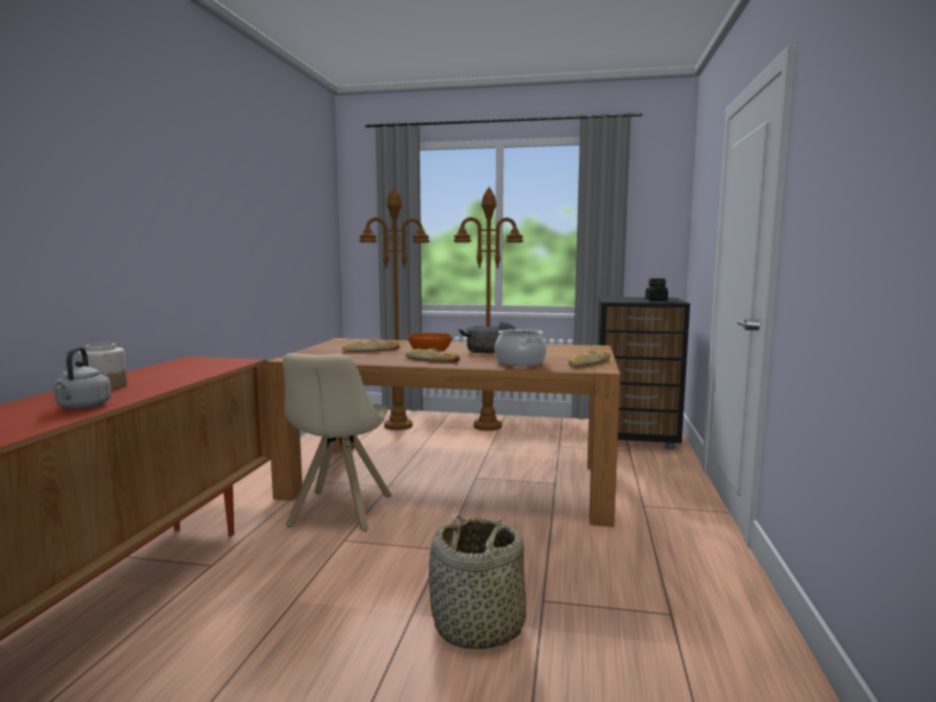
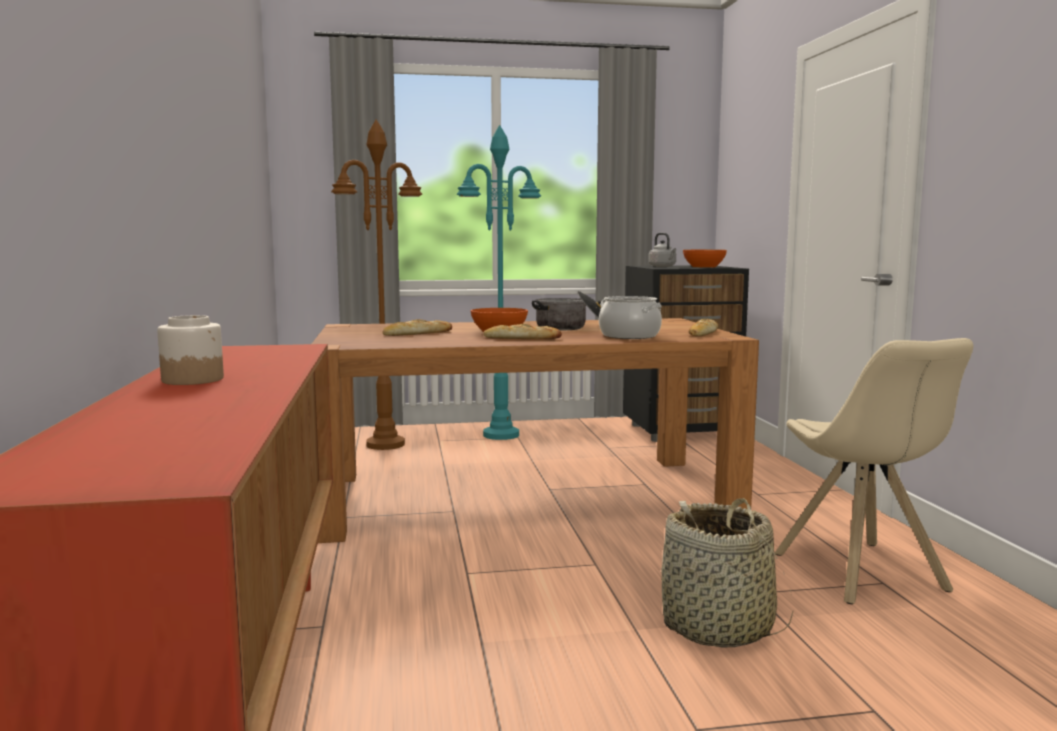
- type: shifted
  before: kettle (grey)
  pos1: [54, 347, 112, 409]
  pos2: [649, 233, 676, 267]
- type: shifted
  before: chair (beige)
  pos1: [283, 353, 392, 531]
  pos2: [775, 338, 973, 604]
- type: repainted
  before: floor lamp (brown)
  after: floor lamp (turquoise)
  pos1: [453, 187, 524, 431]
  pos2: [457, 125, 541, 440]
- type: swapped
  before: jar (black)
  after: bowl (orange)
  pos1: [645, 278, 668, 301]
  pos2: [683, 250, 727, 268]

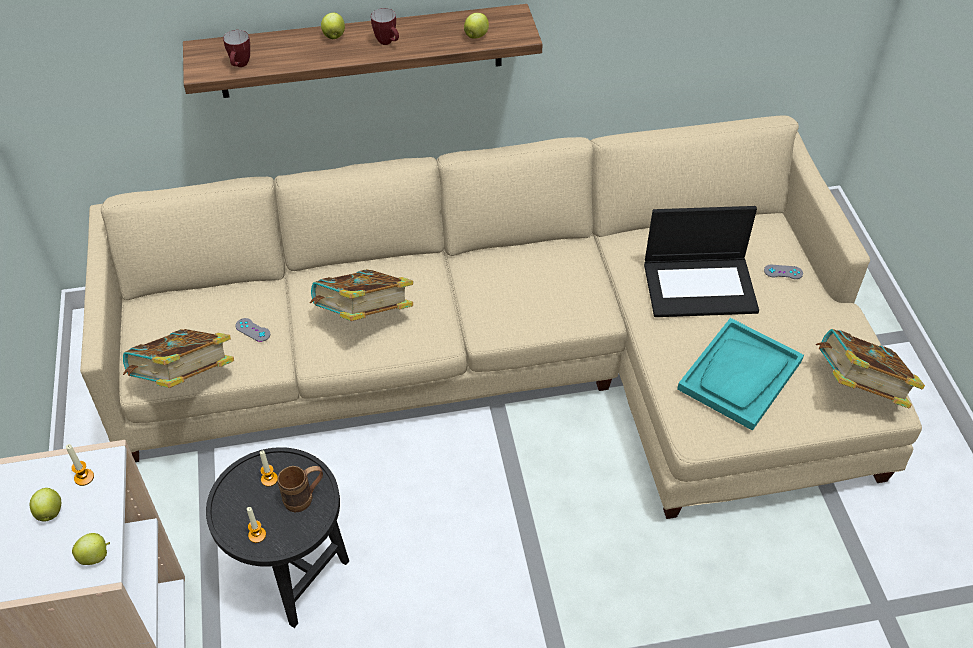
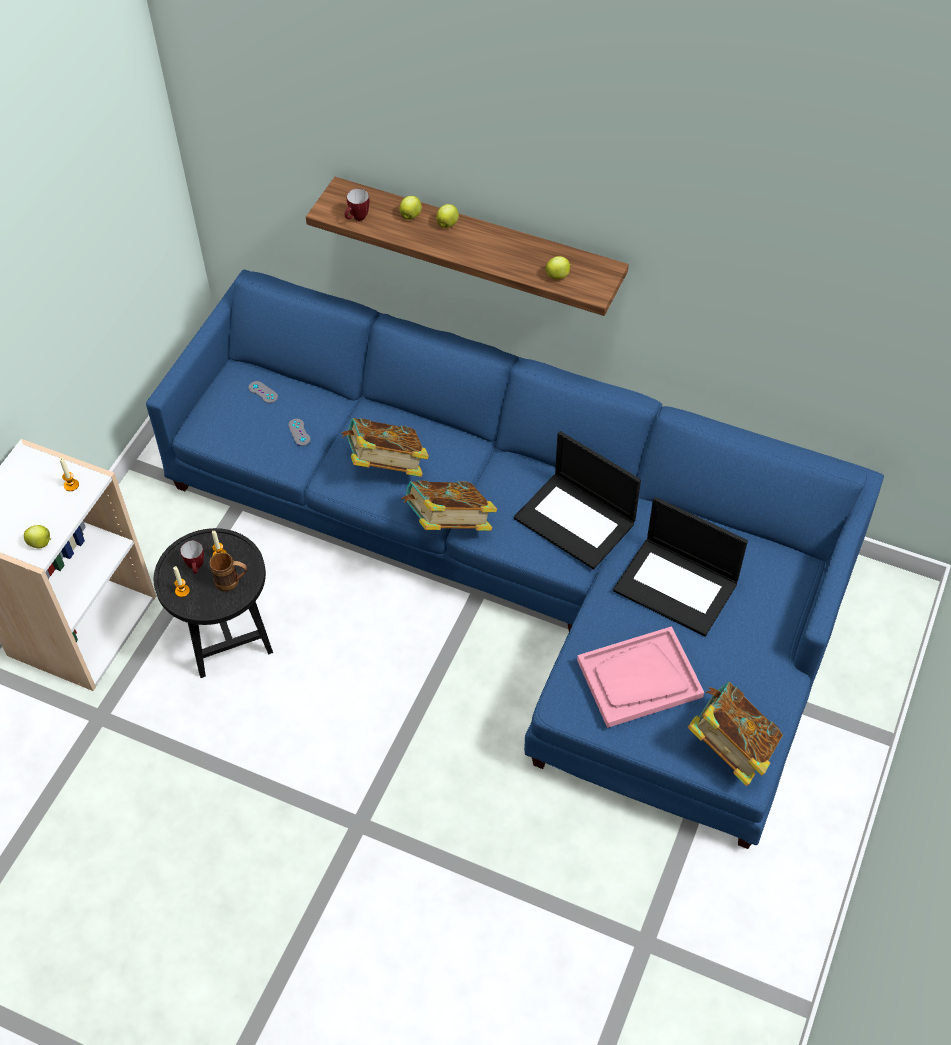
- type: shifted
  before: apple
  pos1: [30, 488, 61, 521]
  pos2: [400, 196, 422, 219]
- type: repainted
  before: sofa (beige)
  after: sofa (blue)
  pos1: [80, 115, 922, 519]
  pos2: [146, 270, 884, 849]
- type: shifted
  before: book
  pos1: [123, 329, 234, 388]
  pos2: [401, 480, 497, 531]
- type: shifted
  before: mug
  pos1: [371, 8, 399, 45]
  pos2: [180, 541, 204, 574]
- type: repainted
  before: tray (turquoise)
  after: tray (pink)
  pos1: [677, 318, 804, 431]
  pos2: [577, 626, 704, 728]
- type: shifted
  before: game controller (grey)
  pos1: [764, 265, 803, 279]
  pos2: [249, 381, 278, 403]
- type: new
  after: laptop
  pos2: [514, 431, 641, 570]

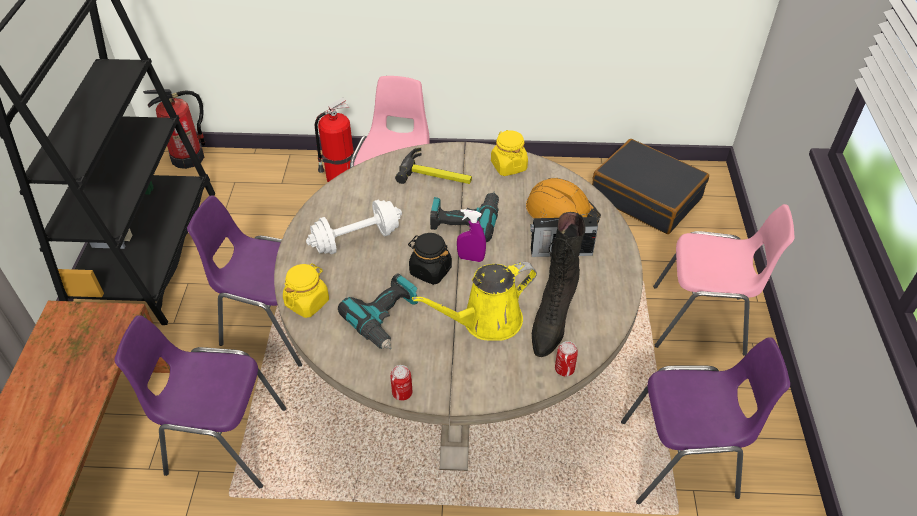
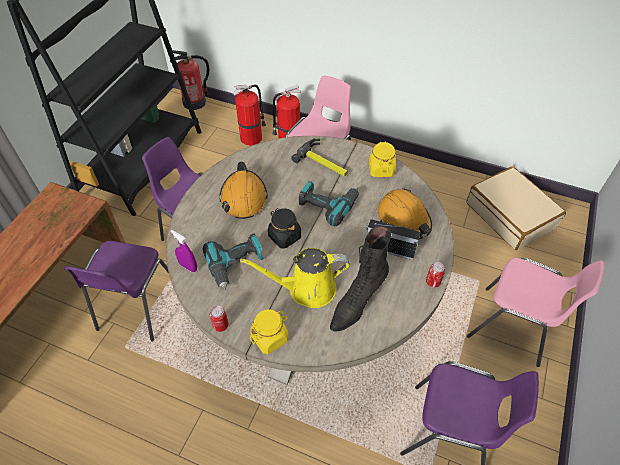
- type: rotated
  before: chair (purple)
  pos1: [114, 315, 286, 488]
  pos2: [64, 241, 169, 341]
  turn: -105
- type: shifted
  before: jar (yellow)
  pos1: [283, 263, 329, 318]
  pos2: [250, 309, 289, 354]
- type: swapped
  before: dumbbell (white)
  after: hard hat (orange)
  pos1: [306, 200, 402, 254]
  pos2: [219, 161, 268, 219]
- type: shifted
  before: spray bottle (purple)
  pos1: [457, 209, 486, 262]
  pos2: [170, 230, 197, 272]
- type: shifted
  before: can
  pos1: [555, 341, 578, 376]
  pos2: [426, 262, 445, 288]
- type: repainted
  before: suitcase (black)
  after: suitcase (beige)
  pos1: [592, 139, 709, 234]
  pos2: [466, 166, 566, 250]
- type: new
  after: fire extinguisher
  pos2: [233, 84, 266, 146]

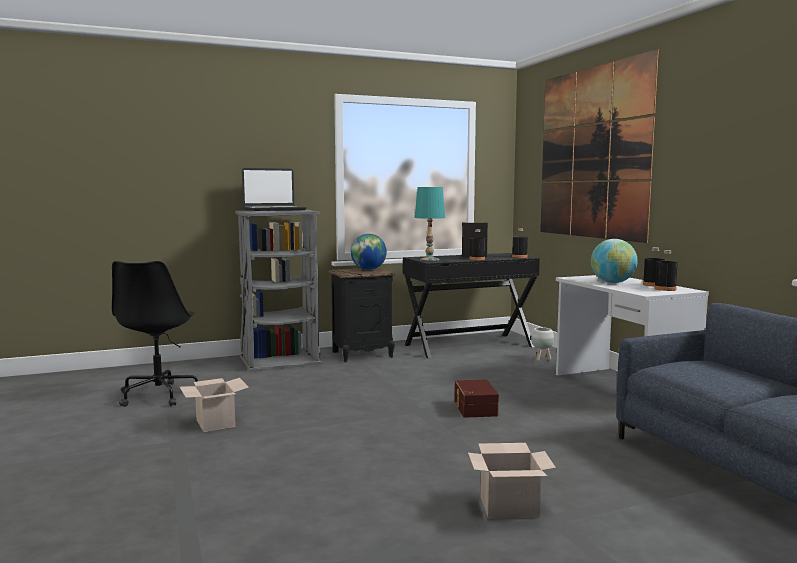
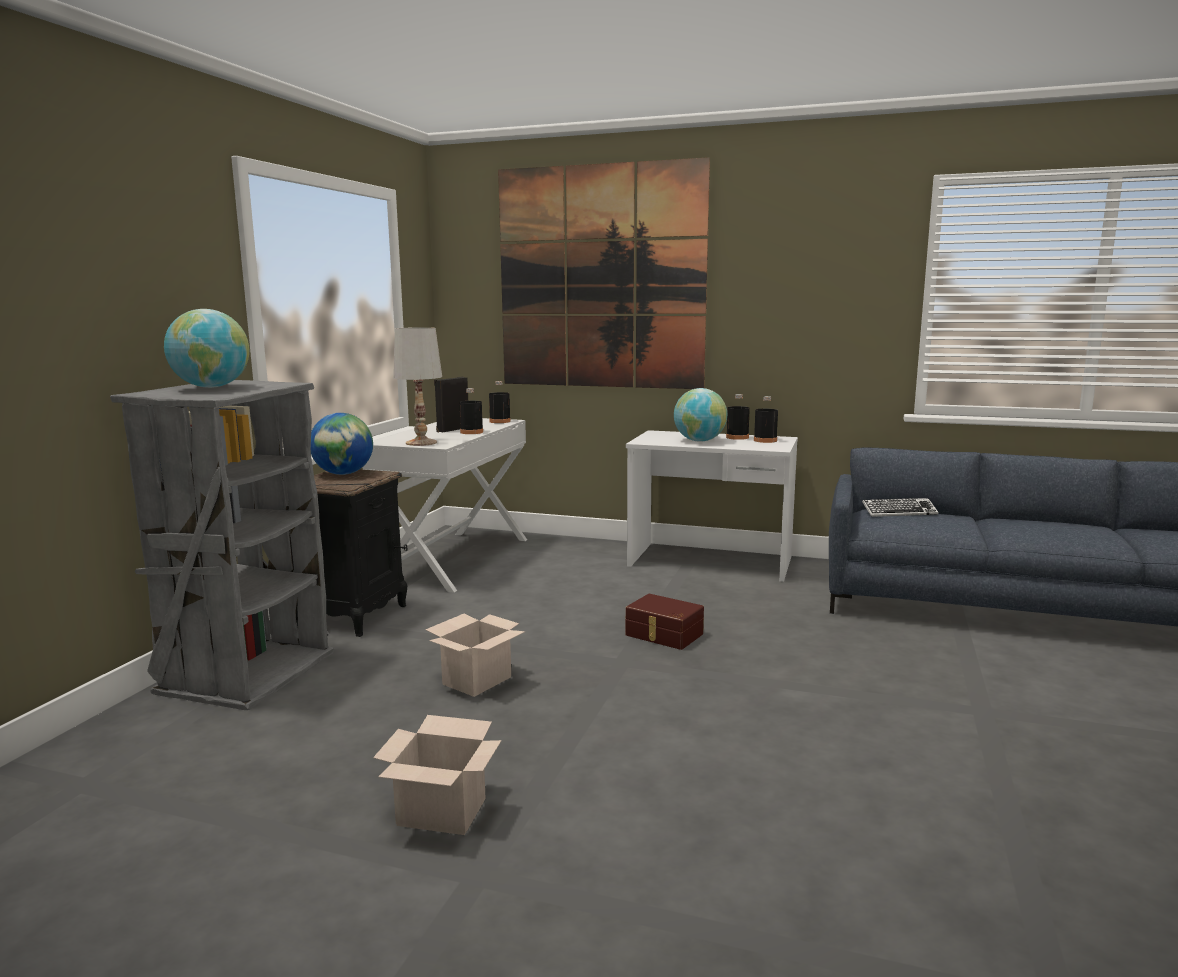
- type: gone
  before: office chair (black)
  pos1: [112, 261, 198, 407]
- type: swapped
  before: laptop
  after: globe
  pos1: [242, 168, 307, 211]
  pos2: [164, 309, 249, 388]
- type: repainted
  before: console table (black)
  after: console table (white)
  pos1: [403, 253, 540, 359]
  pos2: [363, 418, 527, 593]
- type: repainted
  before: table lamp (turquoise)
  after: table lamp (white)
  pos1: [415, 187, 445, 261]
  pos2: [393, 327, 442, 446]
- type: shifted
  before: cardboard box
  pos1: [468, 443, 556, 519]
  pos2: [425, 614, 525, 697]
- type: gone
  before: planter (white)
  pos1: [531, 327, 554, 361]
- type: new
  after: keyboard
  pos2: [862, 498, 939, 517]

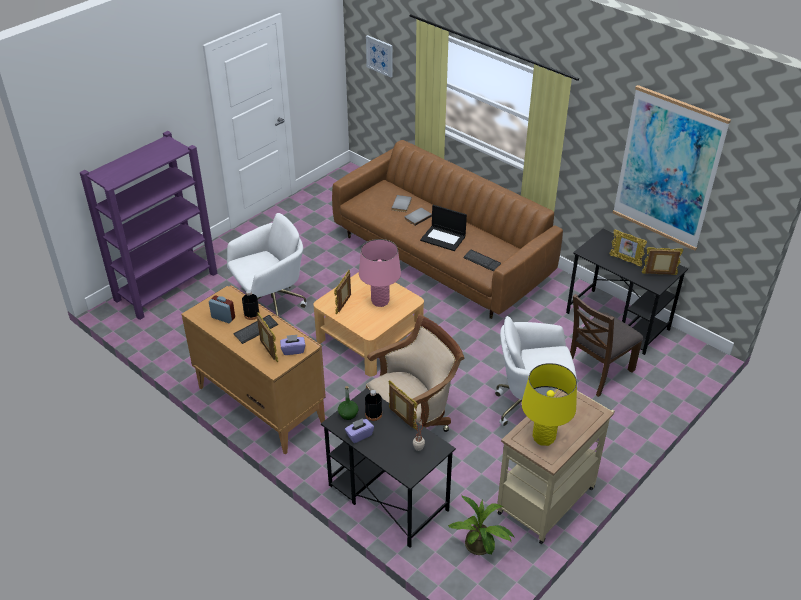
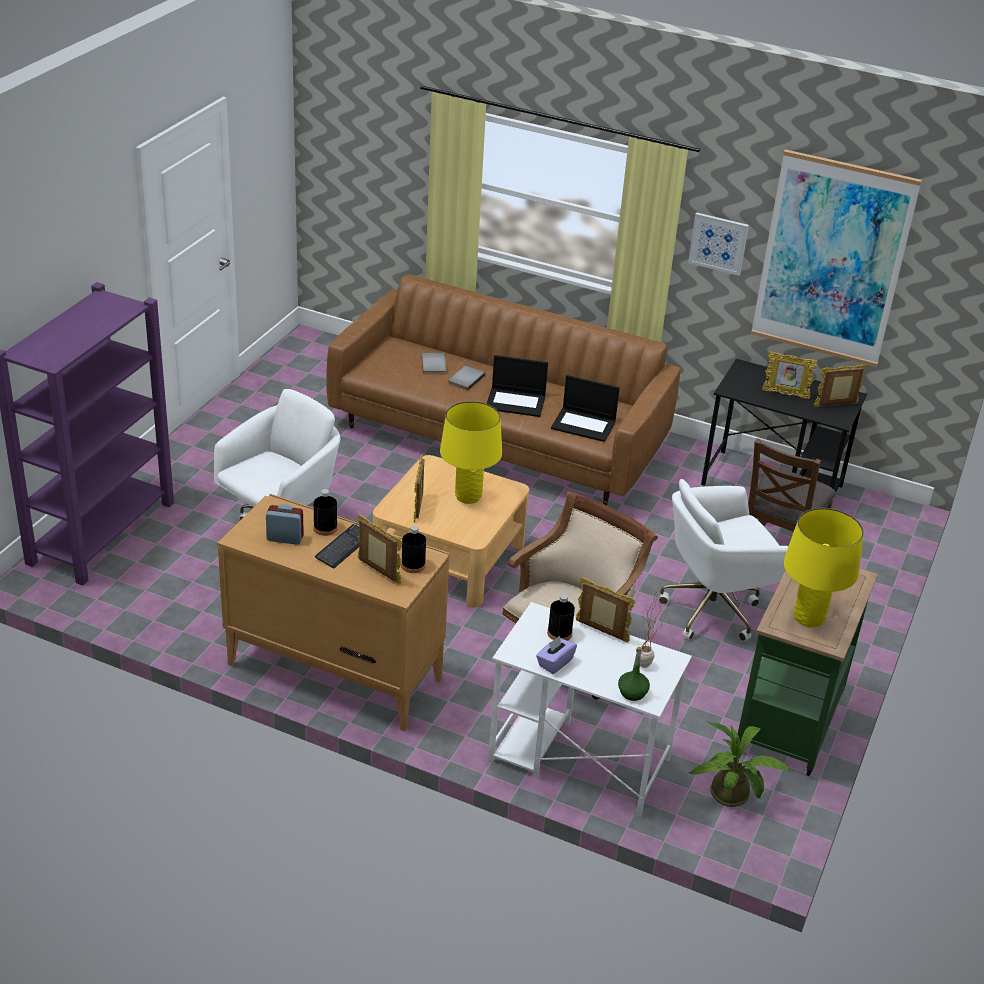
- type: swapped
  before: tissue box (purple)
  after: bottle (black)
  pos1: [280, 335, 305, 355]
  pos2: [401, 526, 426, 573]
- type: repainted
  before: desk (black)
  after: desk (white)
  pos1: [321, 388, 456, 548]
  pos2: [488, 602, 692, 817]
- type: shifted
  before: bottle (green)
  pos1: [338, 386, 358, 420]
  pos2: [618, 647, 650, 701]
- type: repainted
  before: table lamp (pink)
  after: table lamp (yellow)
  pos1: [359, 239, 401, 307]
  pos2: [440, 401, 502, 504]
- type: shifted
  before: picture
  pos1: [366, 35, 393, 77]
  pos2: [688, 213, 749, 276]
- type: swapped
  before: keyboard
  after: laptop
  pos1: [463, 250, 501, 272]
  pos2: [551, 375, 620, 442]
- type: repainted
  before: cart (beige)
  after: cart (green)
  pos1: [497, 389, 615, 544]
  pos2: [738, 568, 878, 776]

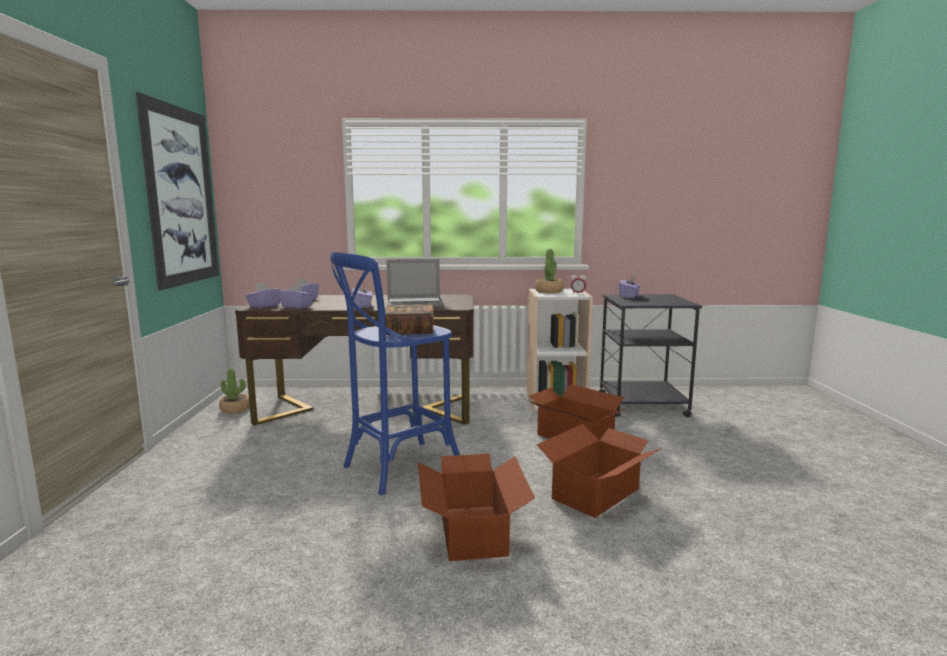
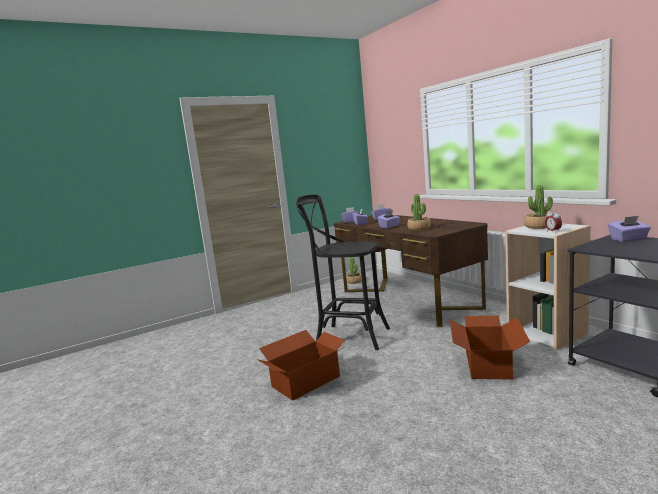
- type: gone
  before: picture
  pos1: [136, 92, 219, 291]
- type: repainted
  before: stool (blue)
  after: stool (black)
  pos1: [330, 252, 460, 495]
  pos2: [296, 195, 390, 350]
- type: gone
  before: book
  pos1: [385, 304, 434, 335]
- type: swapped
  before: laptop
  after: potted plant
  pos1: [386, 259, 444, 308]
  pos2: [407, 194, 431, 230]
- type: gone
  before: cardboard box
  pos1: [537, 424, 660, 518]

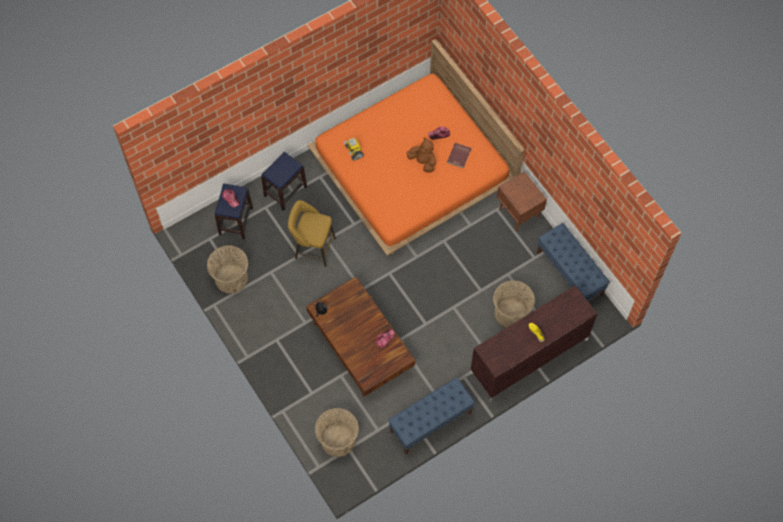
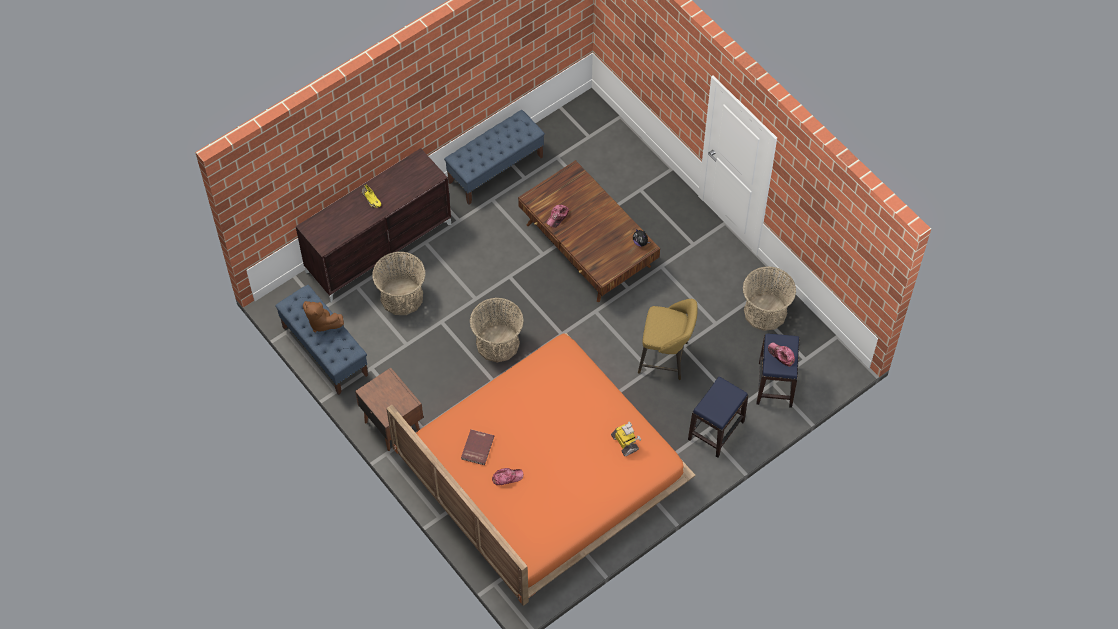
- type: shifted
  before: basket
  pos1: [315, 408, 359, 457]
  pos2: [470, 297, 524, 362]
- type: shifted
  before: plush toy (brown)
  pos1: [407, 137, 436, 173]
  pos2: [303, 301, 344, 332]

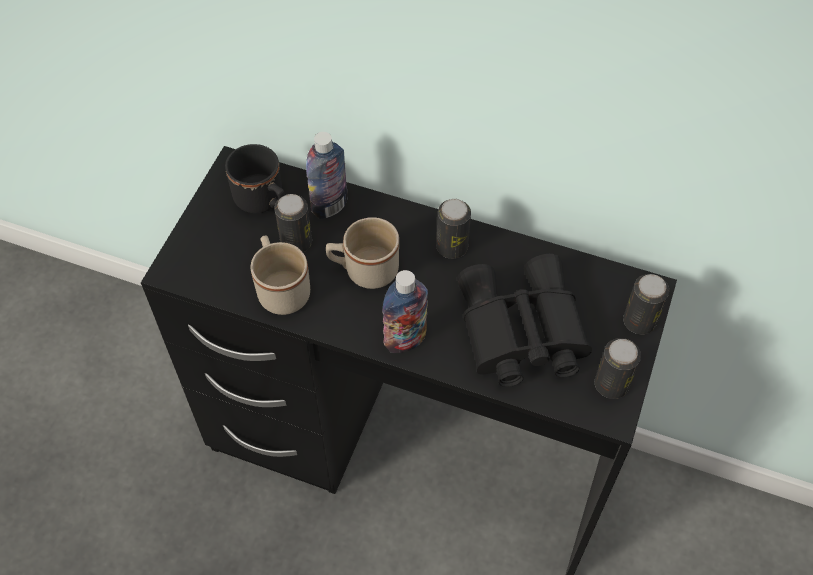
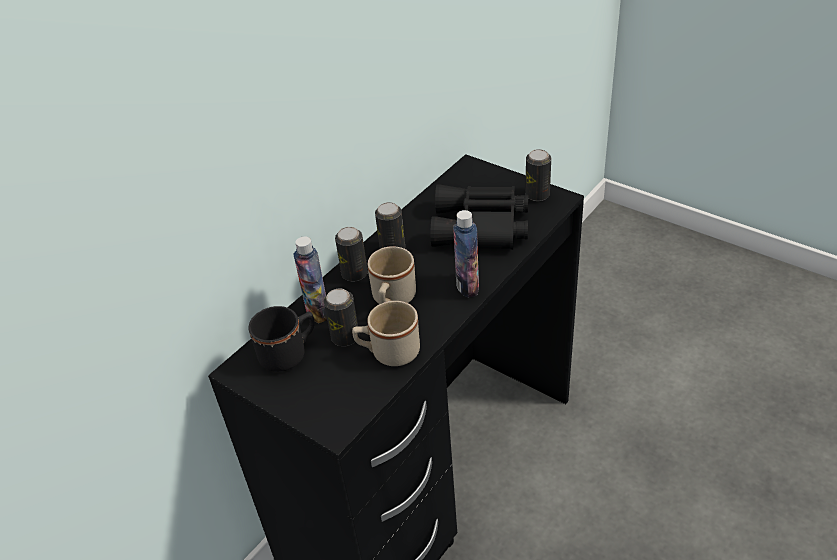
- type: shifted
  before: can
  pos1: [623, 274, 669, 334]
  pos2: [335, 227, 368, 282]

